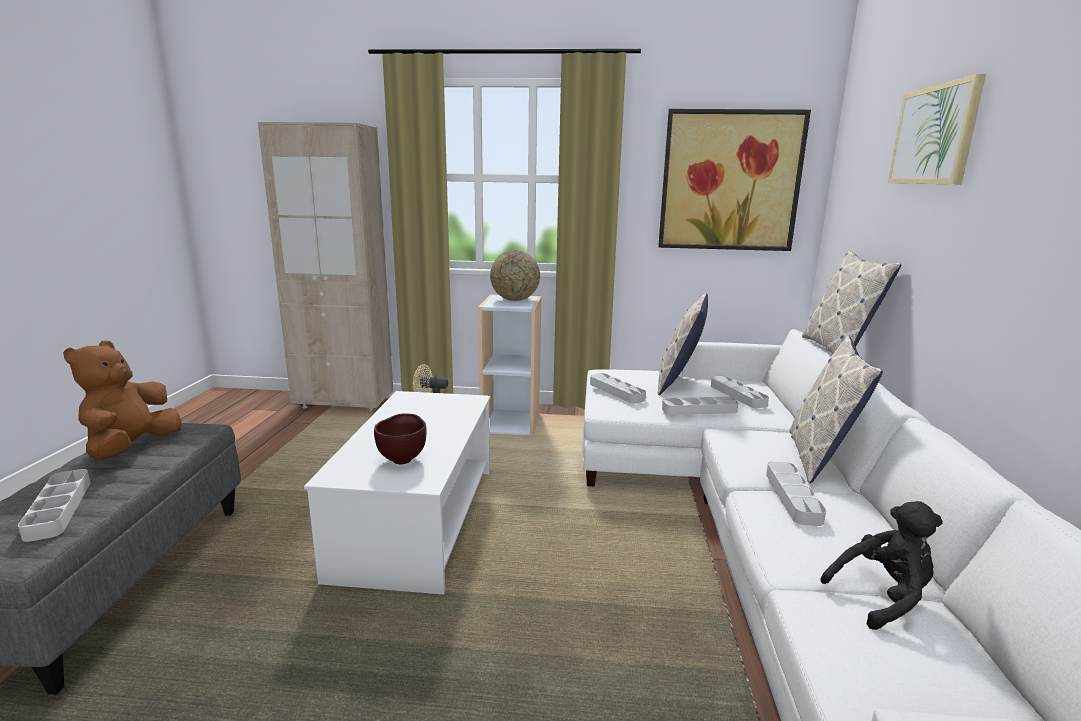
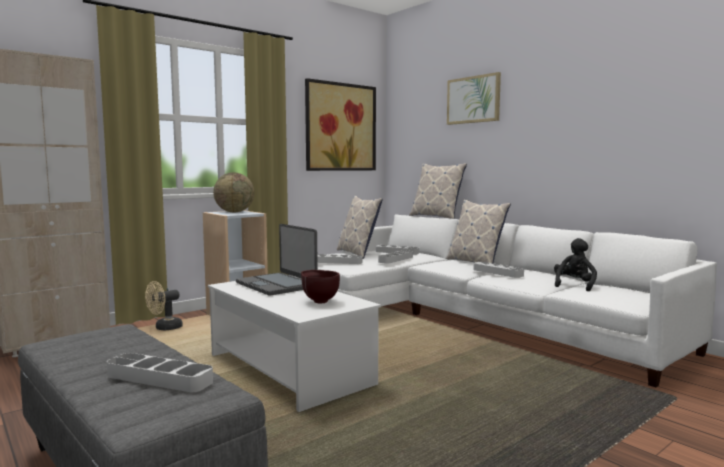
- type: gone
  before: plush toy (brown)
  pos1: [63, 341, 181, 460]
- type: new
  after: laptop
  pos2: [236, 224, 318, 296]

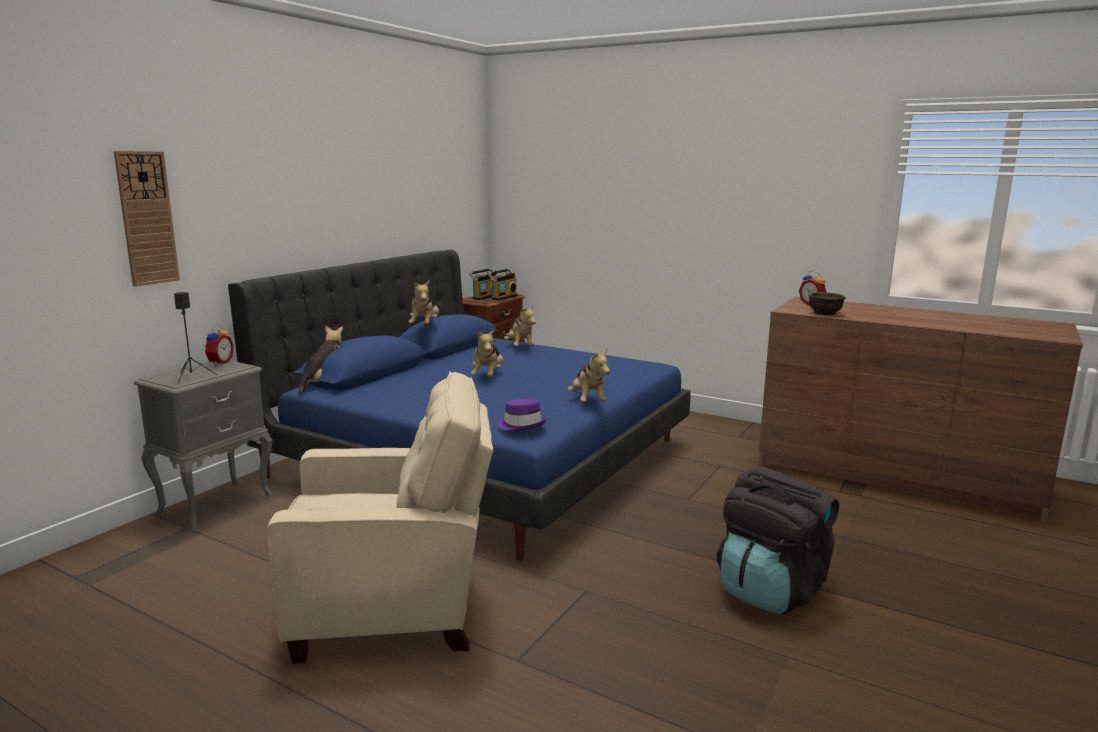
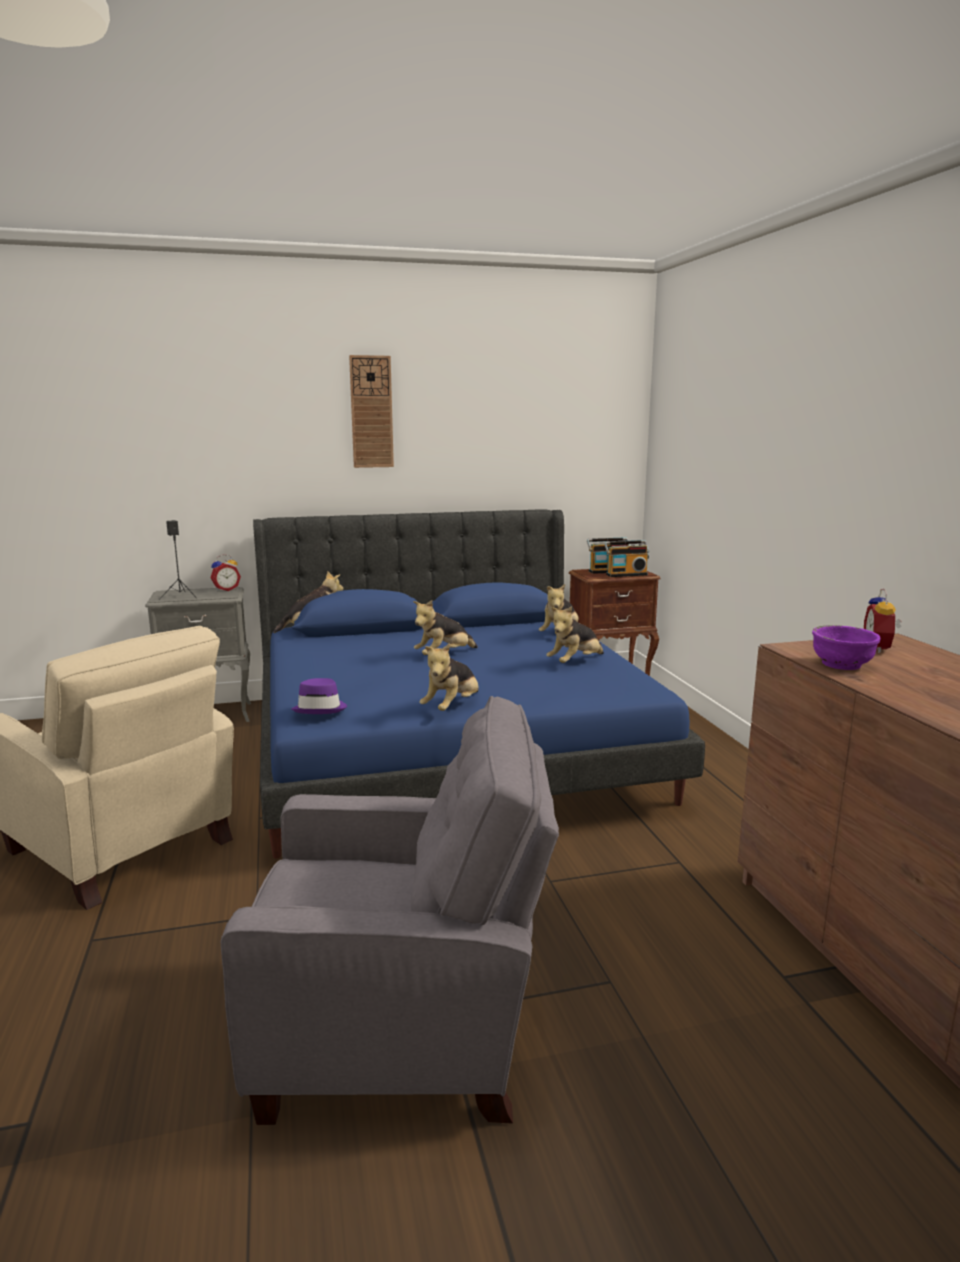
- type: shifted
  before: wall clock
  pos1: [114, 151, 180, 287]
  pos2: [349, 355, 394, 468]
- type: shifted
  before: plush toy
  pos1: [408, 280, 439, 324]
  pos2: [546, 606, 604, 663]
- type: swapped
  before: backpack (black)
  after: armchair (grey)
  pos1: [717, 467, 839, 615]
  pos2: [221, 696, 559, 1125]
- type: repainted
  before: bowl (brown)
  after: bowl (purple)
  pos1: [809, 292, 846, 315]
  pos2: [812, 625, 880, 670]

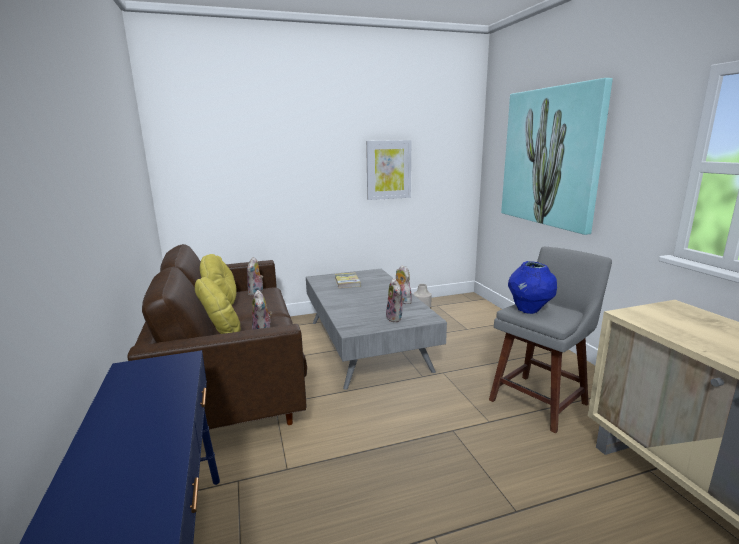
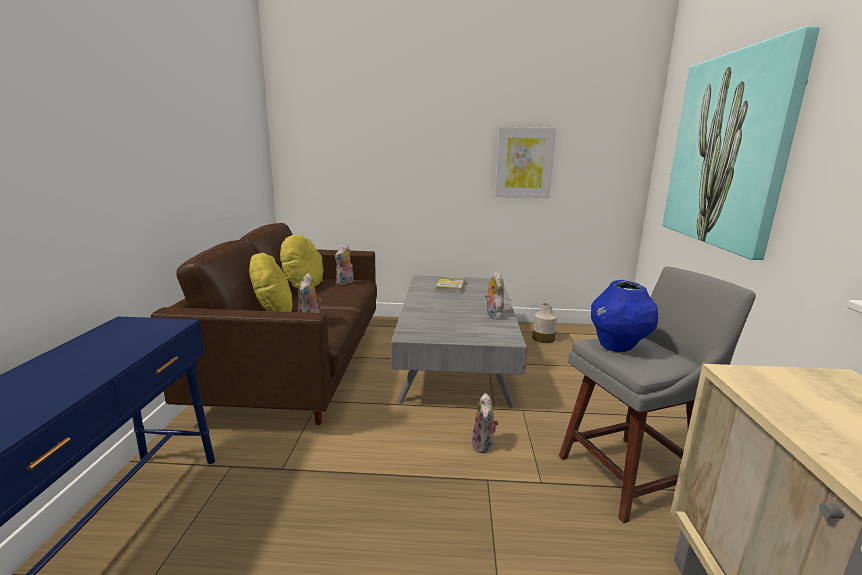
- type: shifted
  before: plush toy
  pos1: [386, 278, 405, 322]
  pos2: [471, 393, 499, 453]

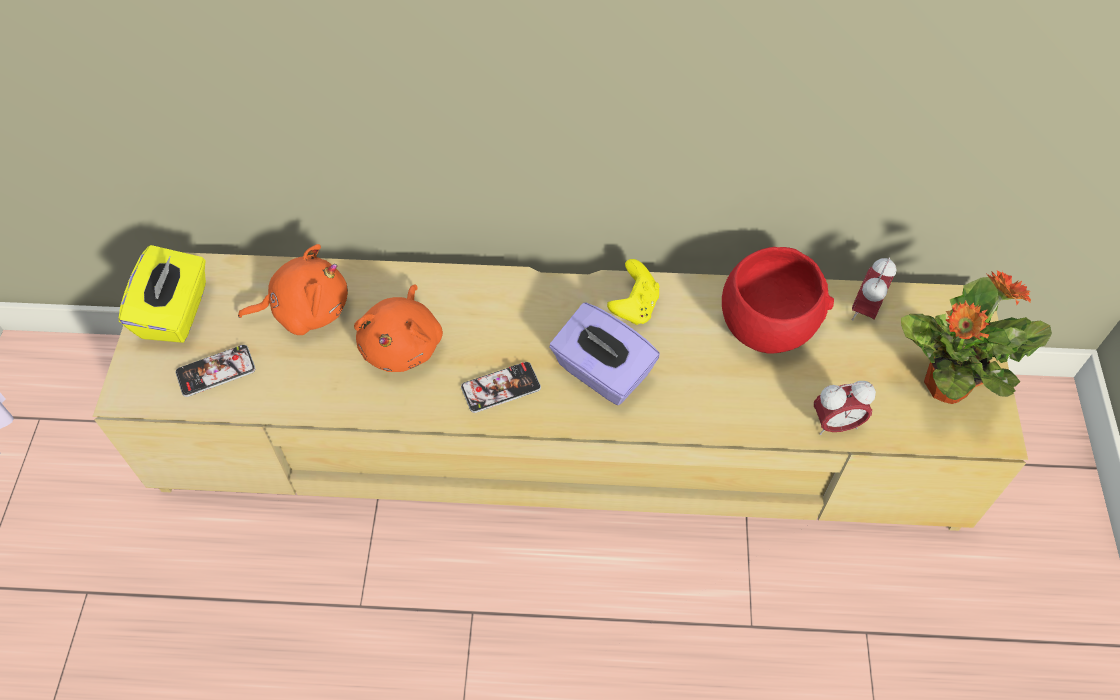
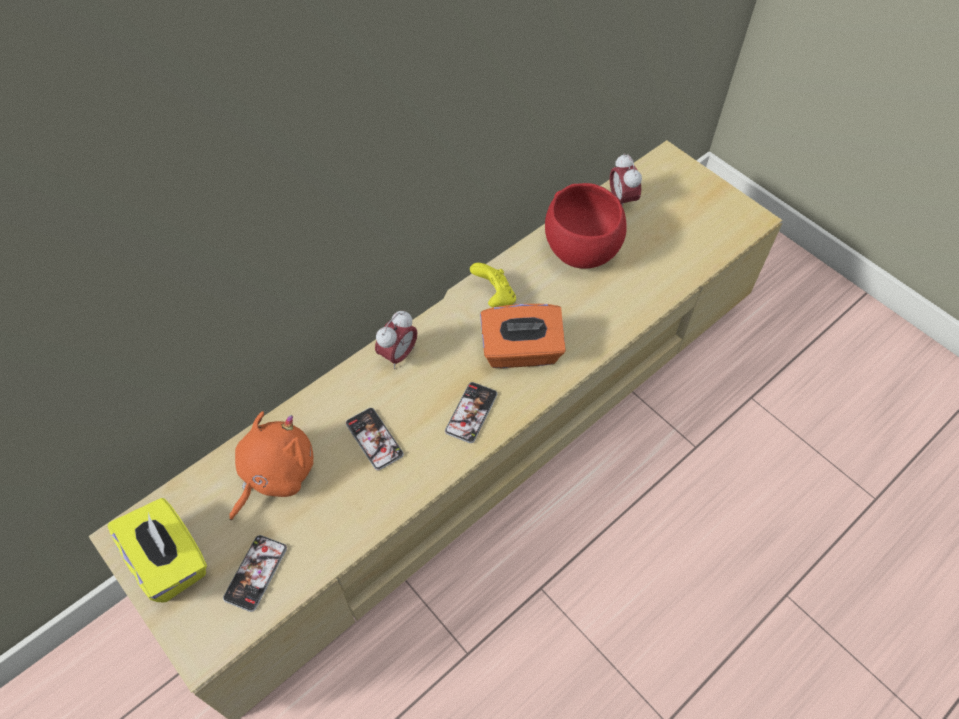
- type: swapped
  before: plush toy (orange)
  after: phone
  pos1: [354, 284, 443, 372]
  pos2: [346, 408, 404, 470]
- type: repainted
  before: tissue box (purple)
  after: tissue box (orange)
  pos1: [549, 303, 660, 405]
  pos2: [480, 304, 566, 368]
- type: shifted
  before: alarm clock
  pos1: [814, 381, 876, 435]
  pos2: [375, 310, 417, 369]
- type: gone
  before: potted plant
  pos1: [901, 270, 1052, 404]

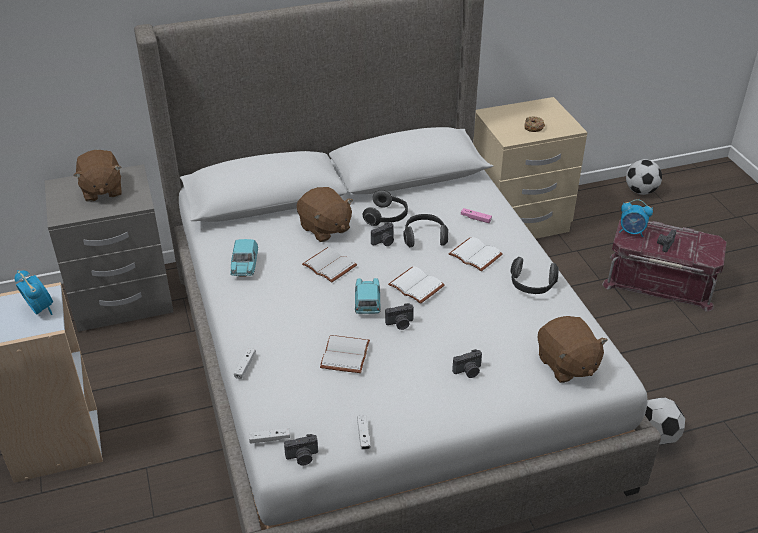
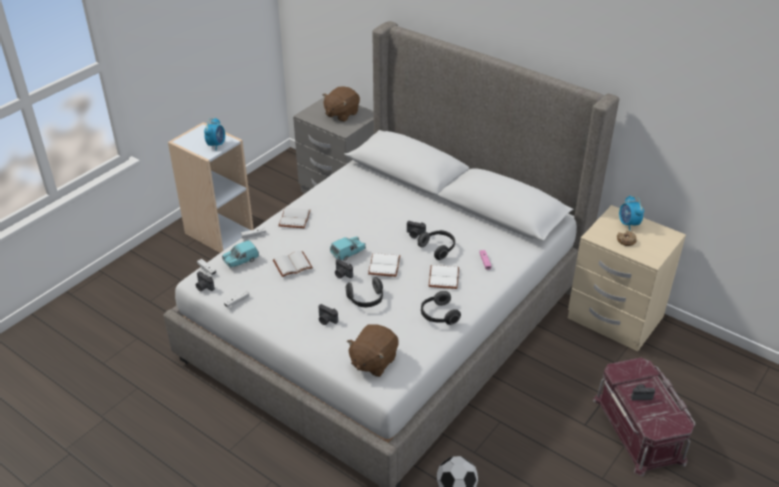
- type: shifted
  before: toy car (turquoise)
  pos1: [230, 239, 258, 277]
  pos2: [222, 240, 259, 267]
- type: gone
  before: plush toy (brown)
  pos1: [297, 187, 353, 242]
- type: shifted
  before: book (white)
  pos1: [302, 247, 357, 283]
  pos2: [279, 208, 311, 228]
- type: shifted
  before: headphones
  pos1: [363, 190, 408, 226]
  pos2: [346, 277, 383, 307]
- type: shifted
  before: alarm clock
  pos1: [619, 199, 653, 237]
  pos2: [619, 195, 644, 231]
- type: gone
  before: football
  pos1: [626, 159, 662, 195]

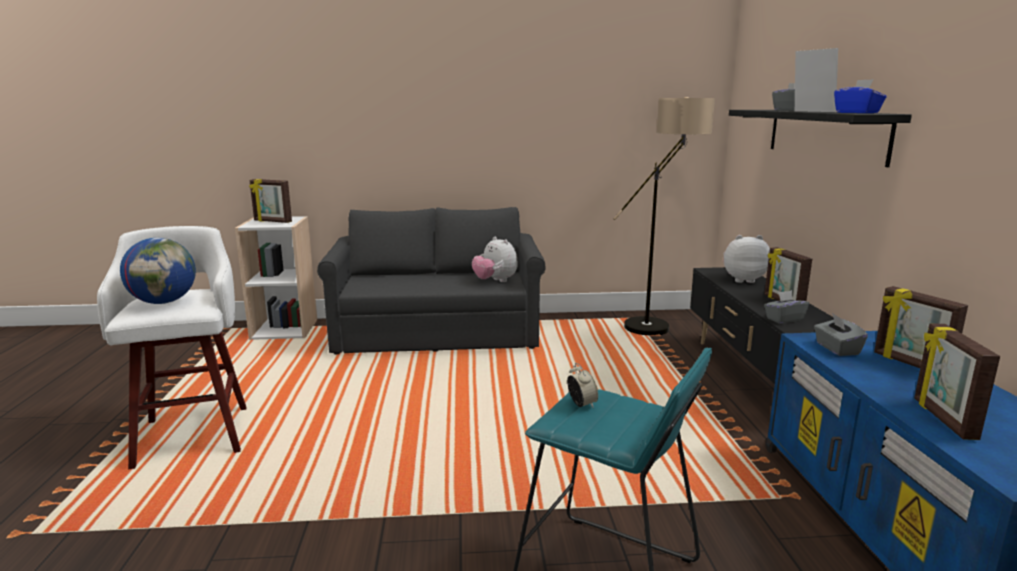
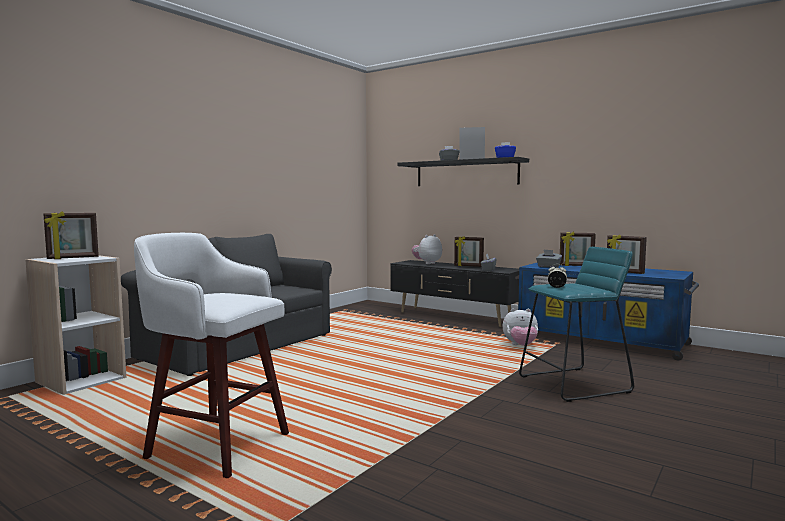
- type: gone
  before: globe
  pos1: [120, 238, 196, 304]
- type: shifted
  before: plush toy
  pos1: [472, 237, 518, 282]
  pos2: [502, 308, 538, 346]
- type: gone
  before: floor lamp
  pos1: [614, 97, 715, 335]

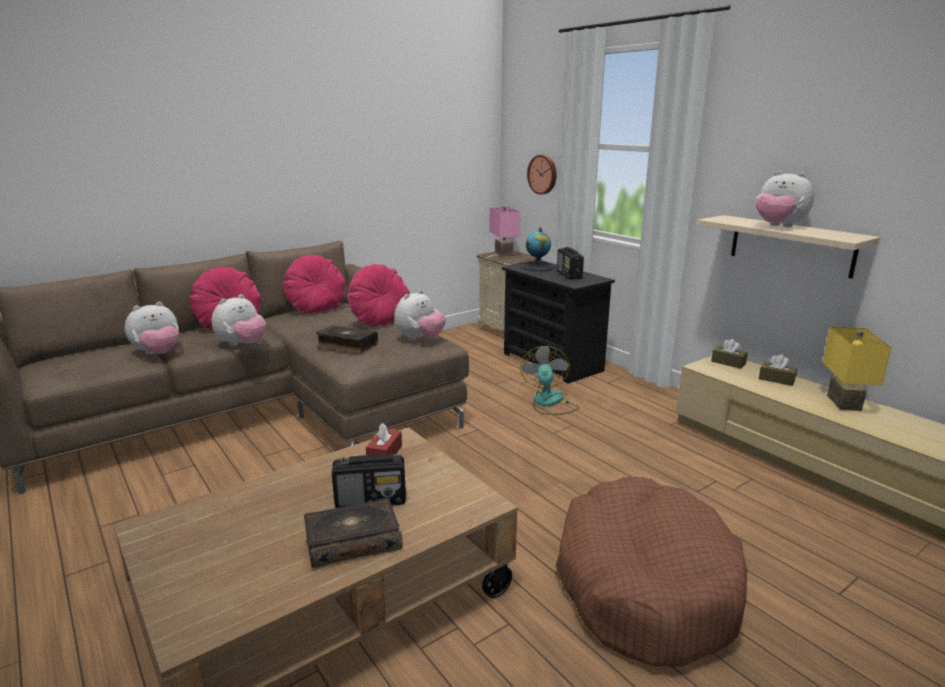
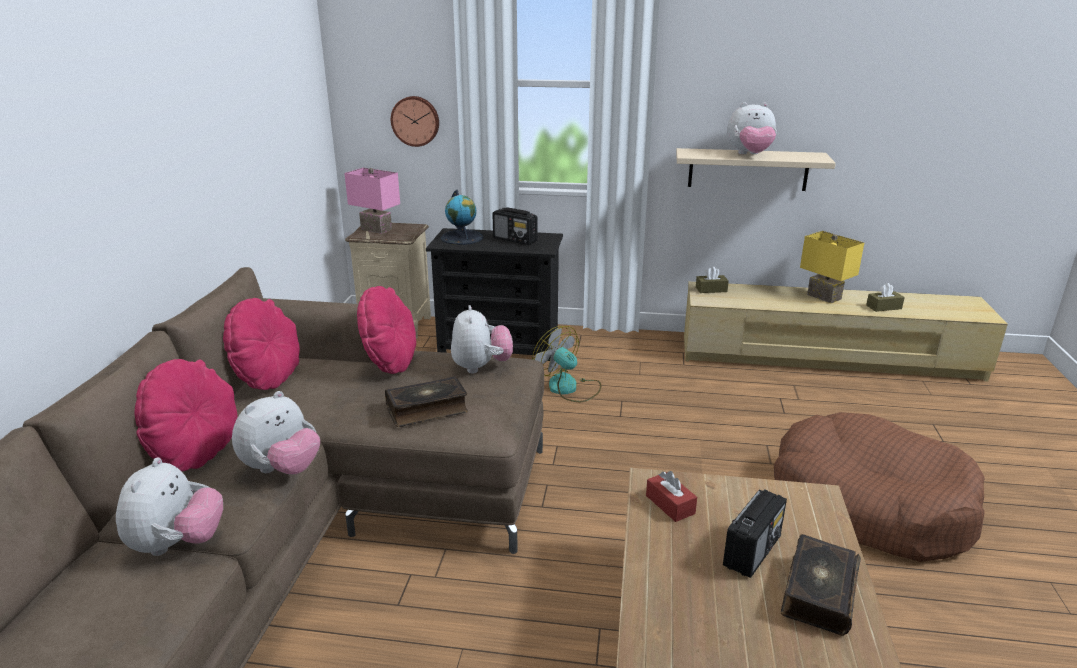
- type: rotated
  before: plush toy
  pos1: [212, 294, 266, 346]
  pos2: [232, 391, 320, 475]
  turn: 45
- type: shifted
  before: tissue box (brown)
  pos1: [759, 354, 797, 386]
  pos2: [866, 283, 905, 312]

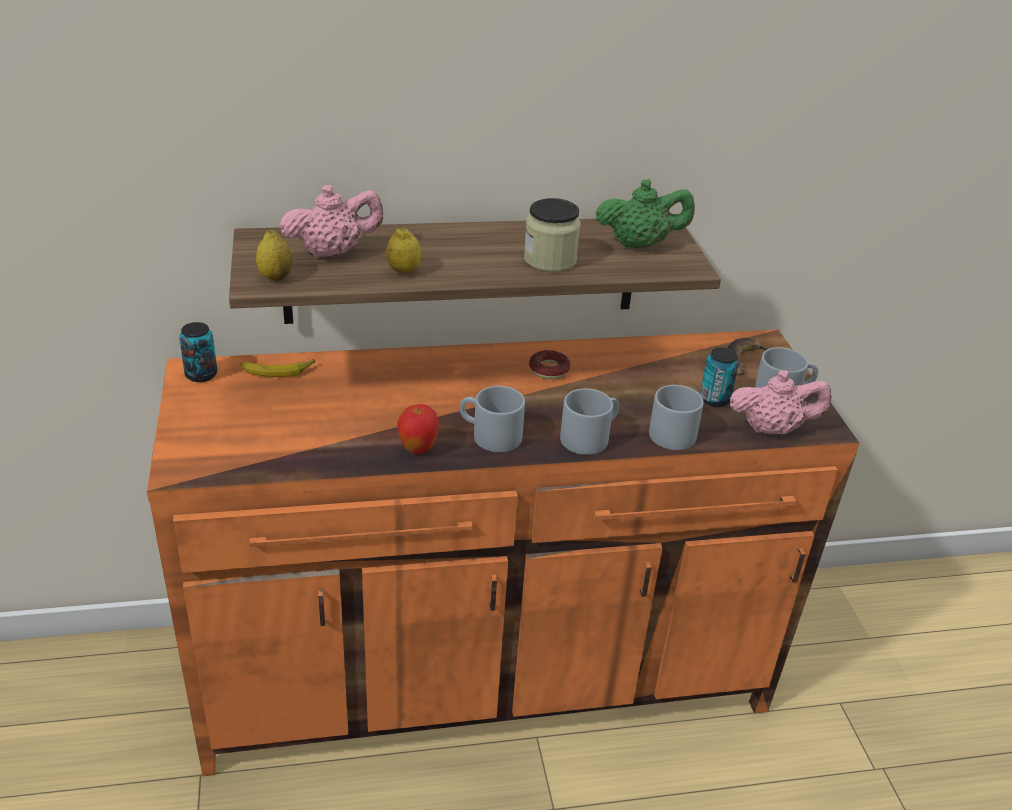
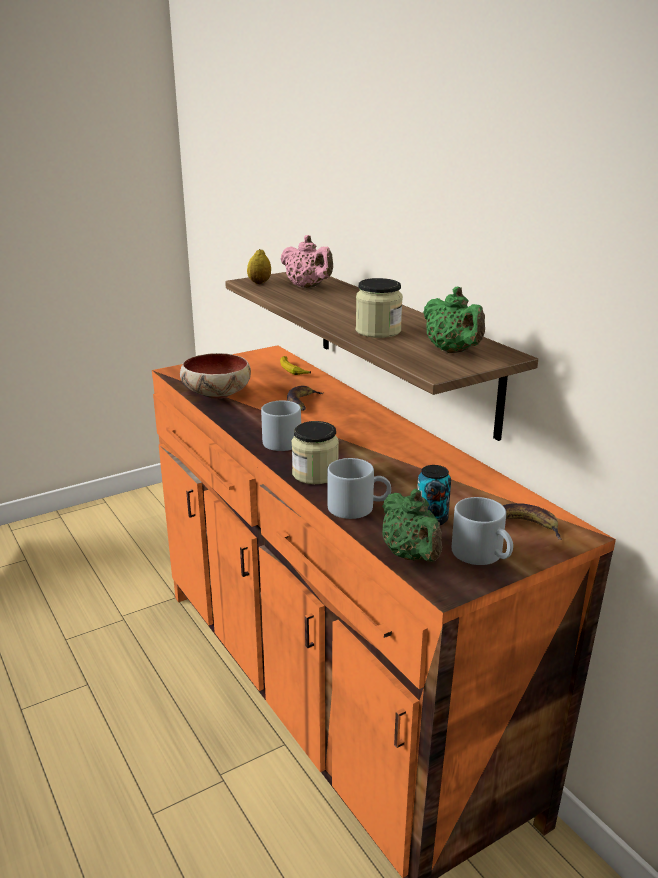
- type: gone
  before: can
  pos1: [179, 322, 217, 382]
- type: gone
  before: lemon
  pos1: [386, 228, 421, 273]
- type: gone
  before: apple
  pos1: [397, 404, 439, 454]
- type: gone
  before: donut
  pos1: [529, 350, 570, 379]
- type: swapped
  before: mug (grey)
  after: jar
  pos1: [560, 388, 619, 455]
  pos2: [291, 421, 339, 484]
- type: repainted
  before: teapot (pink)
  after: teapot (green)
  pos1: [730, 370, 831, 434]
  pos2: [382, 489, 442, 562]
- type: new
  after: bowl
  pos2: [180, 353, 251, 399]
- type: new
  after: banana
  pos2: [287, 386, 323, 411]

